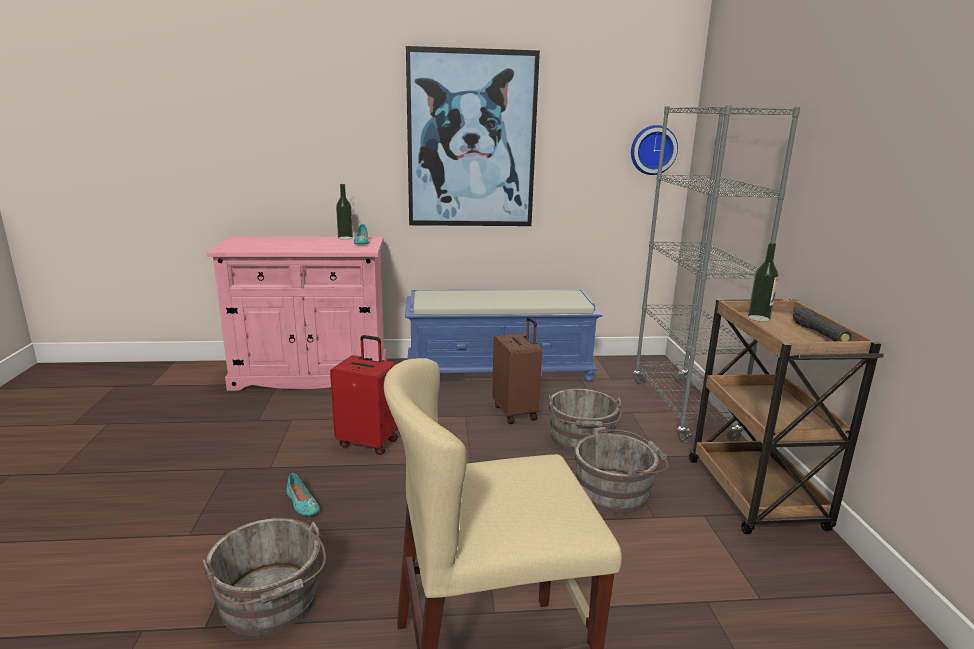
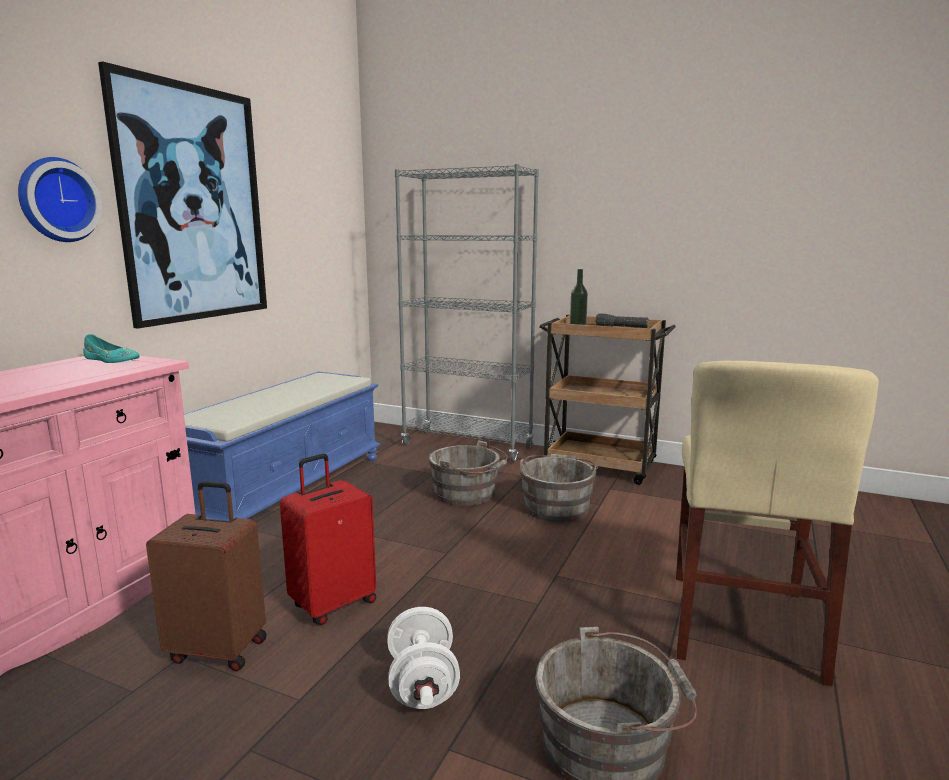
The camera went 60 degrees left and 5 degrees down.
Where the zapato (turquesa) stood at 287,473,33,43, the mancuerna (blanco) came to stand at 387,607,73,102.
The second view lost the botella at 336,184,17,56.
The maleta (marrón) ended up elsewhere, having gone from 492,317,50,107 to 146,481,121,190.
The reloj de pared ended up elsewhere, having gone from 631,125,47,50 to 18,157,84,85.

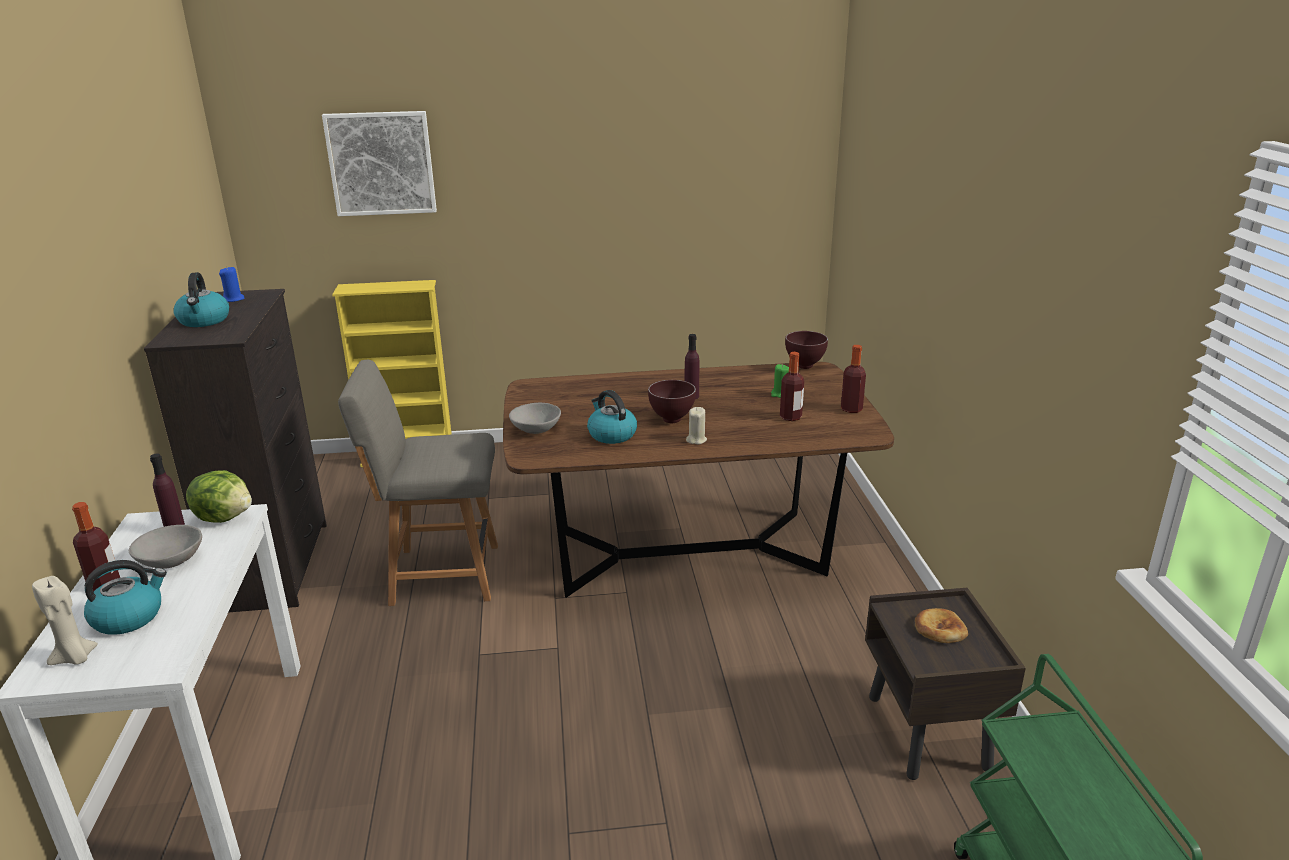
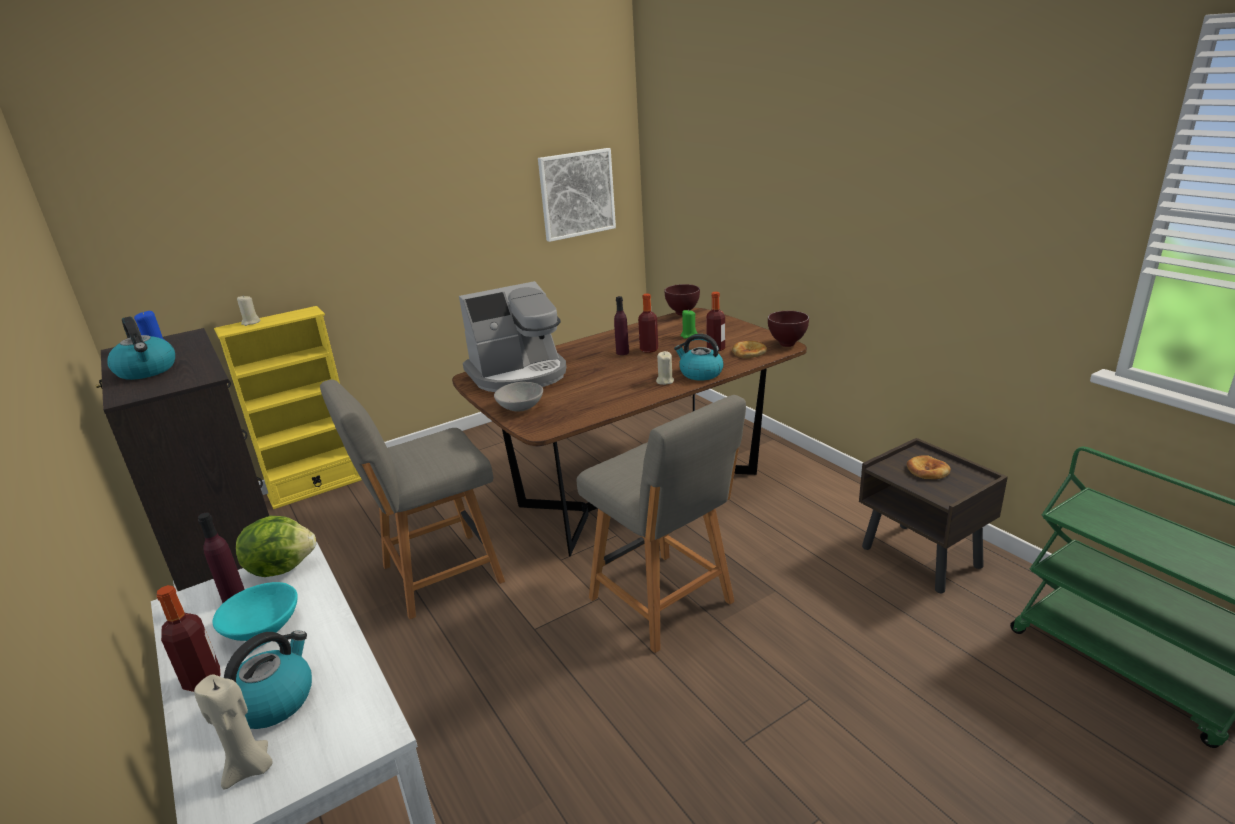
The camera went 25 degrees left and 0 degrees up.
What was the cuenco (gris) at 129,525,73,44 turned into the cuenco (turquesa) at 213,582,85,59.
The cuadro ended up elsewhere, having gone from 322,111,115,105 to 538,148,78,94.
The hervidor ended up elsewhere, having gone from 587,390,50,54 to 674,334,50,47.
The cuenco (marrón) ended up elsewhere, having gone from 648,380,48,43 to 768,311,41,36.
The botella ended up elsewhere, having gone from 841,345,25,68 to 638,293,20,60.
The second view gained the vela (beis) at 237,295,23,31.
The second view gained the cafetera at 459,281,107,111.
The second view gained the silla (gris) at 576,395,170,258.
The second view gained the pan at 732,341,35,17.

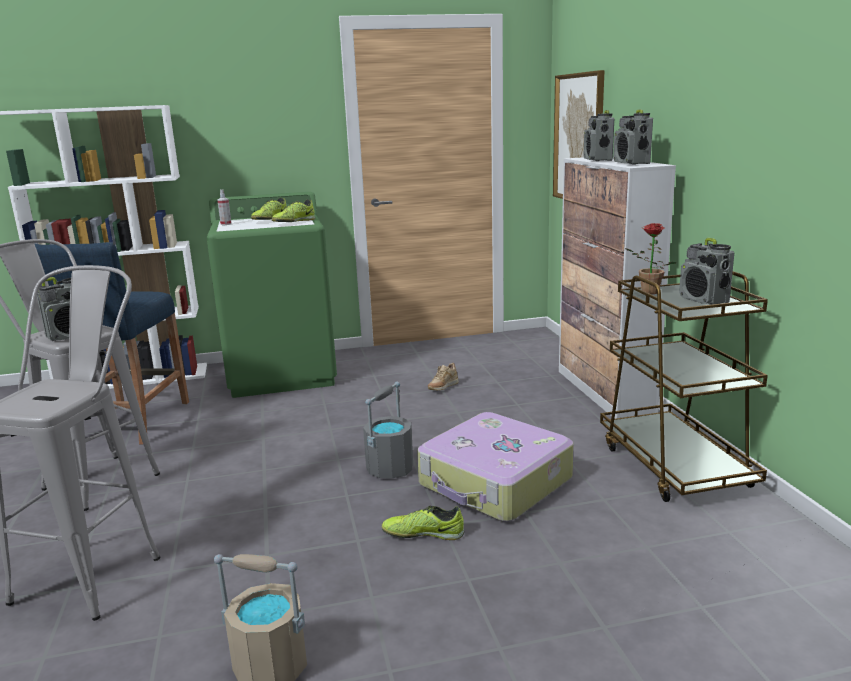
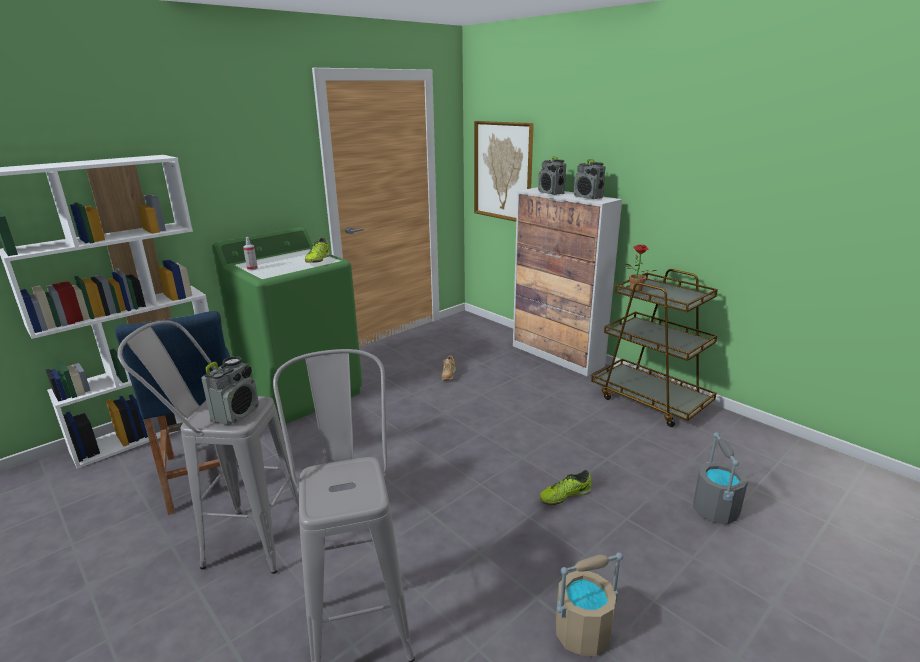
The camera went 30 degrees left and 5 degrees up.
The second view lost the zapato at 251,197,36,23.
The cubo (gris) ended up elsewhere, having gone from 363,382,50,96 to 693,432,55,93.
The second view lost the maleta at 417,412,157,110.
The second view lost the radio at 679,238,55,67.

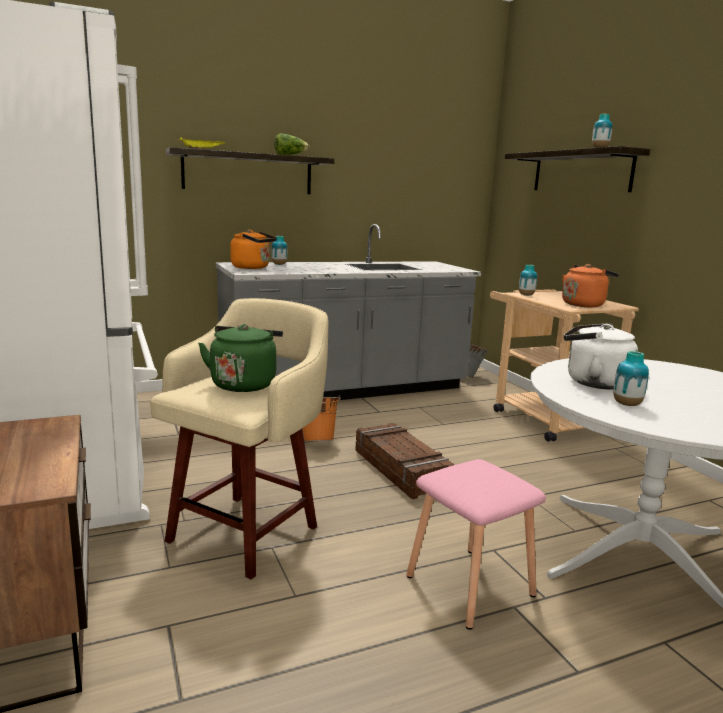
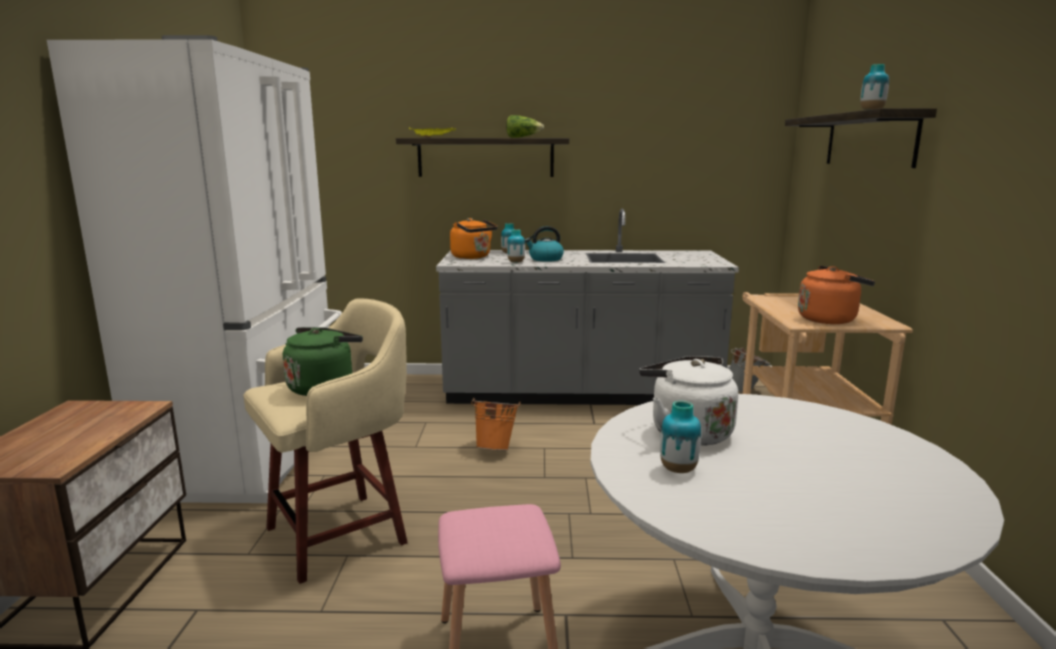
The camera went 25 degrees right and 0 degrees up.
The second view lost the caja de embalaje at 355,423,99,76.
The florero ended up elsewhere, having gone from 519,265,18,31 to 507,229,18,34.
The second view gained the hervidor at 525,226,39,36.

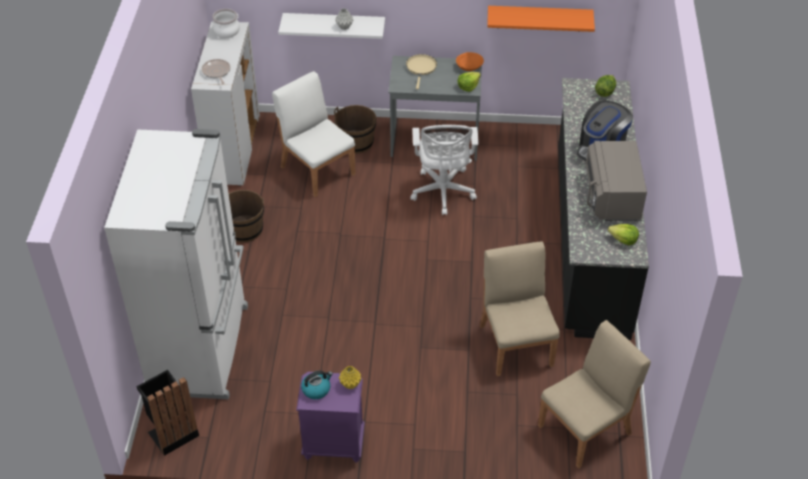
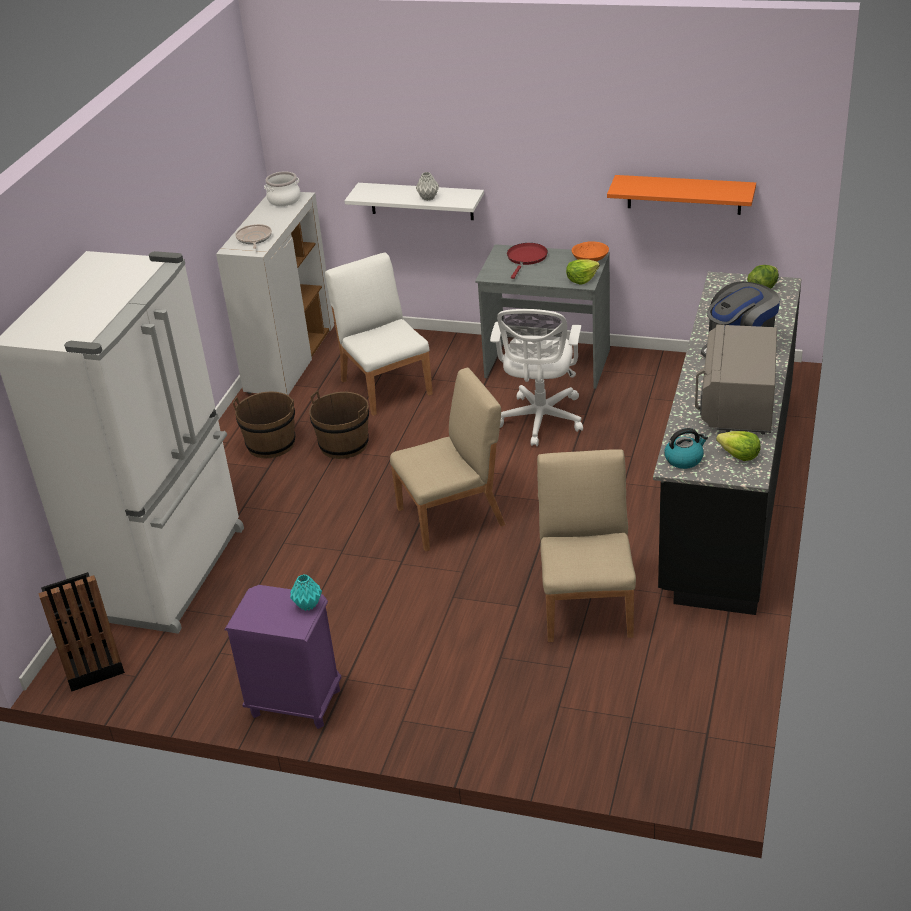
The camera went 15 degrees right and 10 degrees down.
The hervidor ended up elsewhere, having gone from 301,371,32,28 to 664,428,44,41.
The cubo (marrón) ended up elsewhere, having gone from 334,105,43,49 to 309,391,60,68.
What was the florero (amarillo) at 339,366,22,23 turned into the florero (turquesa) at 290,574,32,37.
What was the sartén (beis) at 406,54,31,35 turned into the sartén (rojo) at 507,243,41,36.
The silla (beis) ended up elsewhere, having gone from 538,320,113,149 to 390,368,115,183.

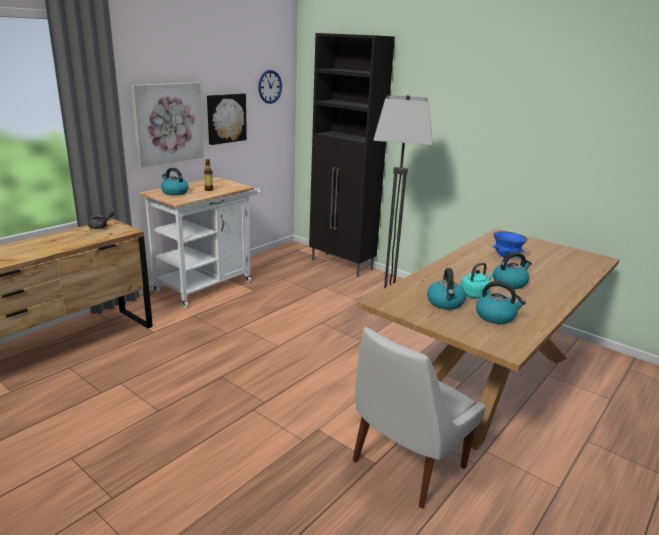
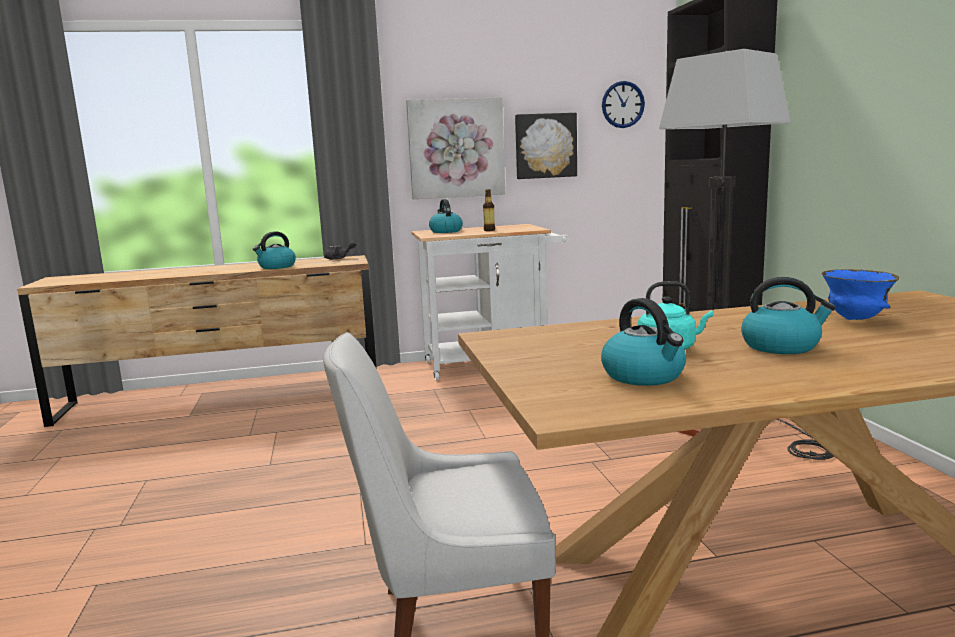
The camera went 40 degrees right and 10 degrees down.
The hervidor ended up elsewhere, having gone from 427,268,39,42 to 253,231,43,38.

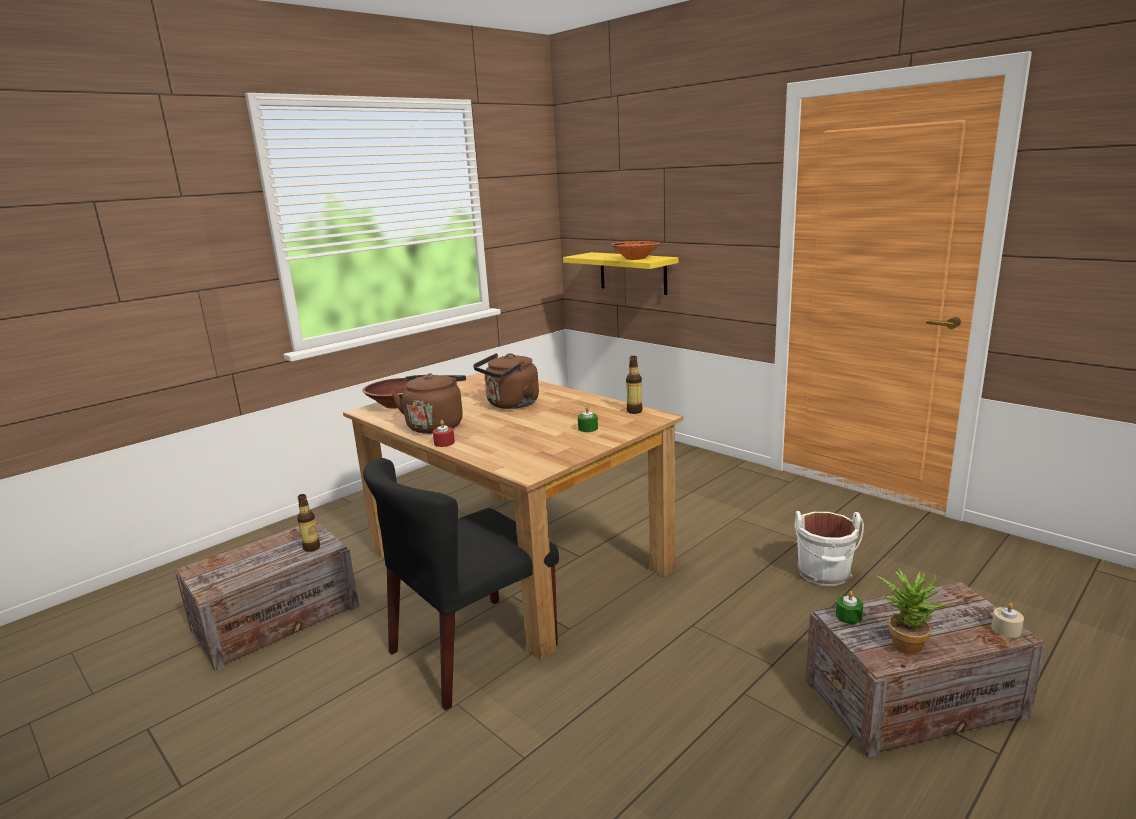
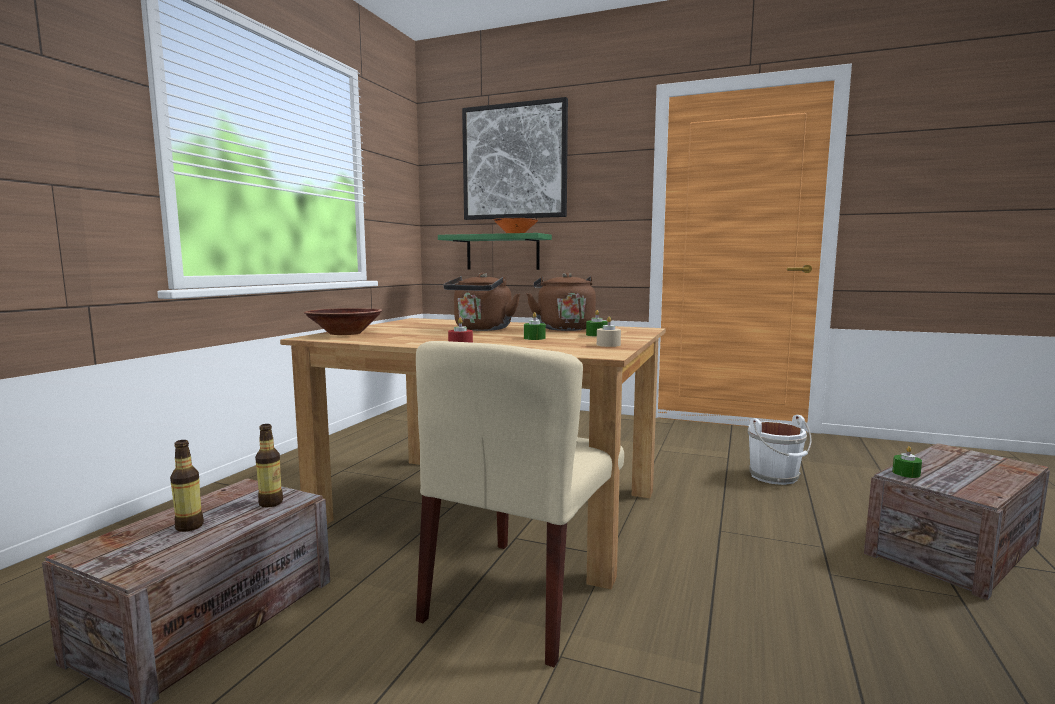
The camera went 25 degrees left and 10 degrees down.
What was the silla (negro) at 363,458,196,253 turned into the silla (beis) at 416,341,208,326.
The hervidor (marrón) ended up elsewhere, having gone from 392,373,74,61 to 527,273,69,58.
What was the estante (amarillo) at 563,252,116,43 turned into the estante (verde) at 438,233,114,37.
The botella ended up elsewhere, having gone from 626,356,17,58 to 170,440,34,92.
The second view lost the planta en maceta at 877,568,69,87.
The vela (beis) ended up elsewhere, having gone from 991,603,33,34 to 597,316,24,31.
The second view gained the cuadro at 462,97,106,123.
The second view gained the vela (verde) at 524,312,22,28.

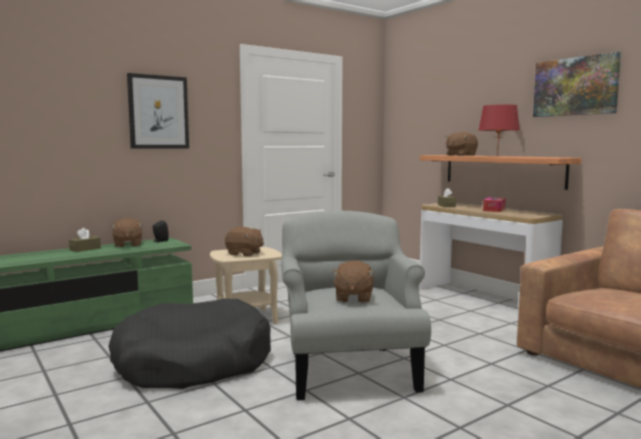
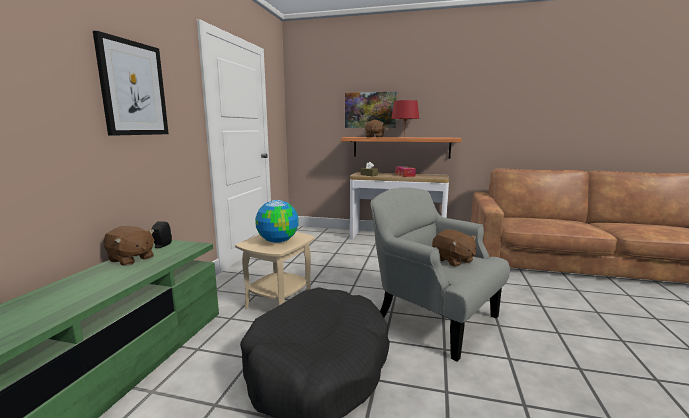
The camera went 40 degrees left and 5 degrees up.
The second view lost the caja de pañuelos (marrón) at 69,228,32,24.
Where the peluche (marrón) stood at 225,227,39,30, the globo terráqueo came to stand at 255,200,44,43.
The cuadro ended up elsewhere, having gone from 533,52,88,65 to 345,92,52,36.

